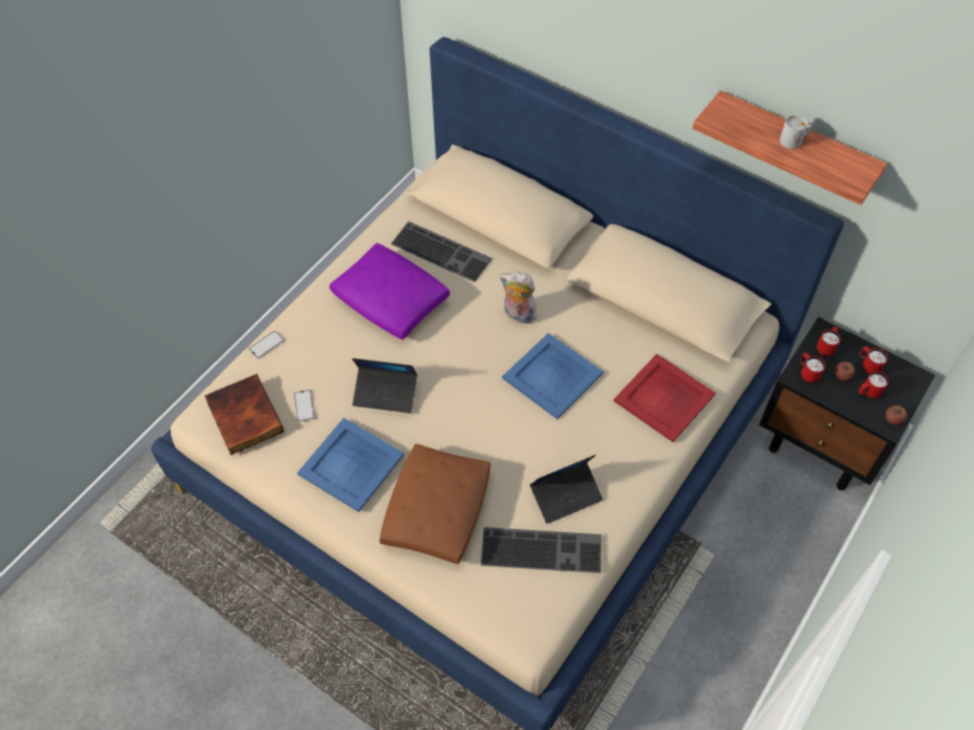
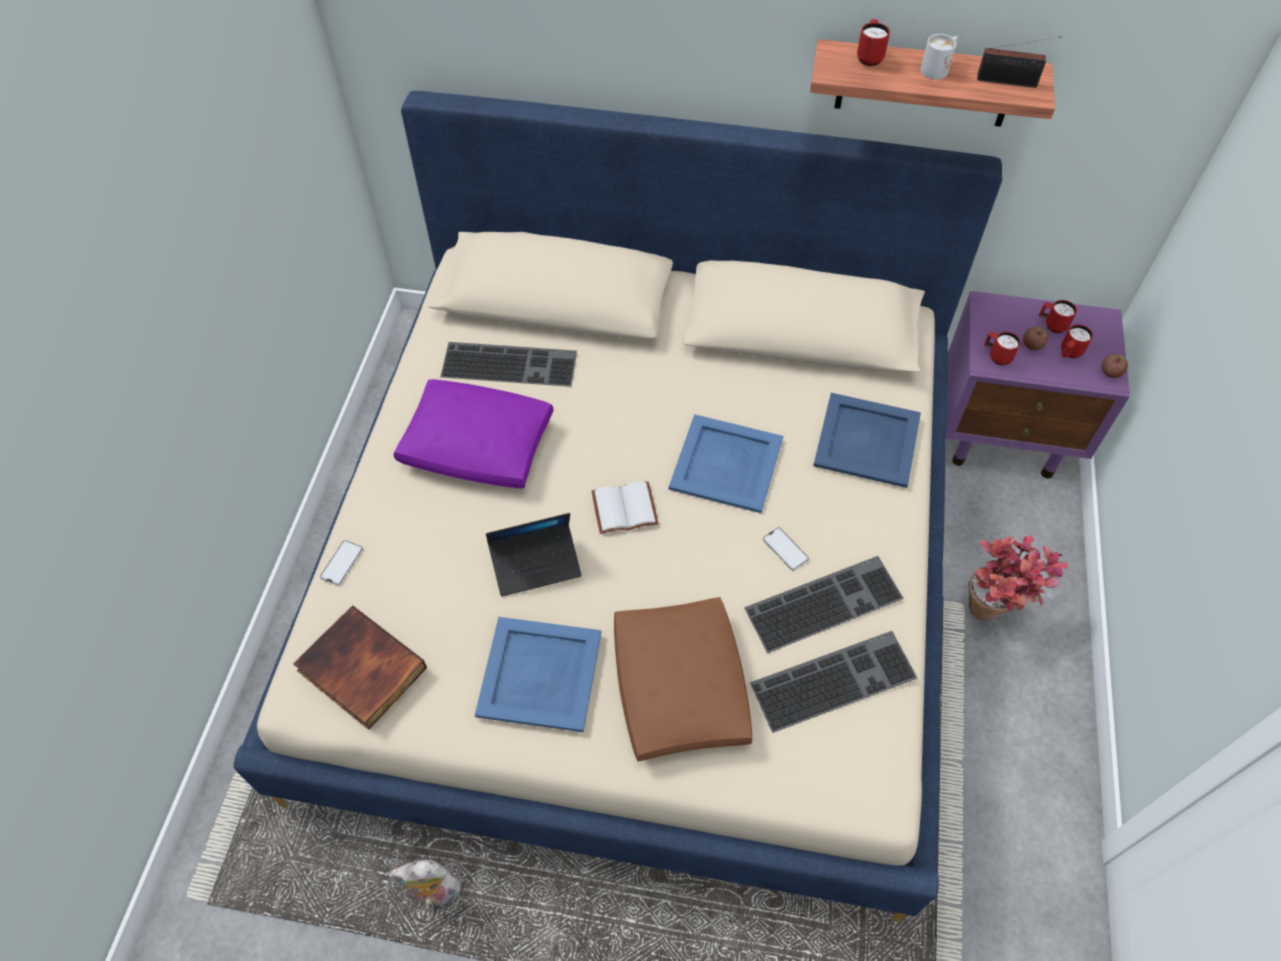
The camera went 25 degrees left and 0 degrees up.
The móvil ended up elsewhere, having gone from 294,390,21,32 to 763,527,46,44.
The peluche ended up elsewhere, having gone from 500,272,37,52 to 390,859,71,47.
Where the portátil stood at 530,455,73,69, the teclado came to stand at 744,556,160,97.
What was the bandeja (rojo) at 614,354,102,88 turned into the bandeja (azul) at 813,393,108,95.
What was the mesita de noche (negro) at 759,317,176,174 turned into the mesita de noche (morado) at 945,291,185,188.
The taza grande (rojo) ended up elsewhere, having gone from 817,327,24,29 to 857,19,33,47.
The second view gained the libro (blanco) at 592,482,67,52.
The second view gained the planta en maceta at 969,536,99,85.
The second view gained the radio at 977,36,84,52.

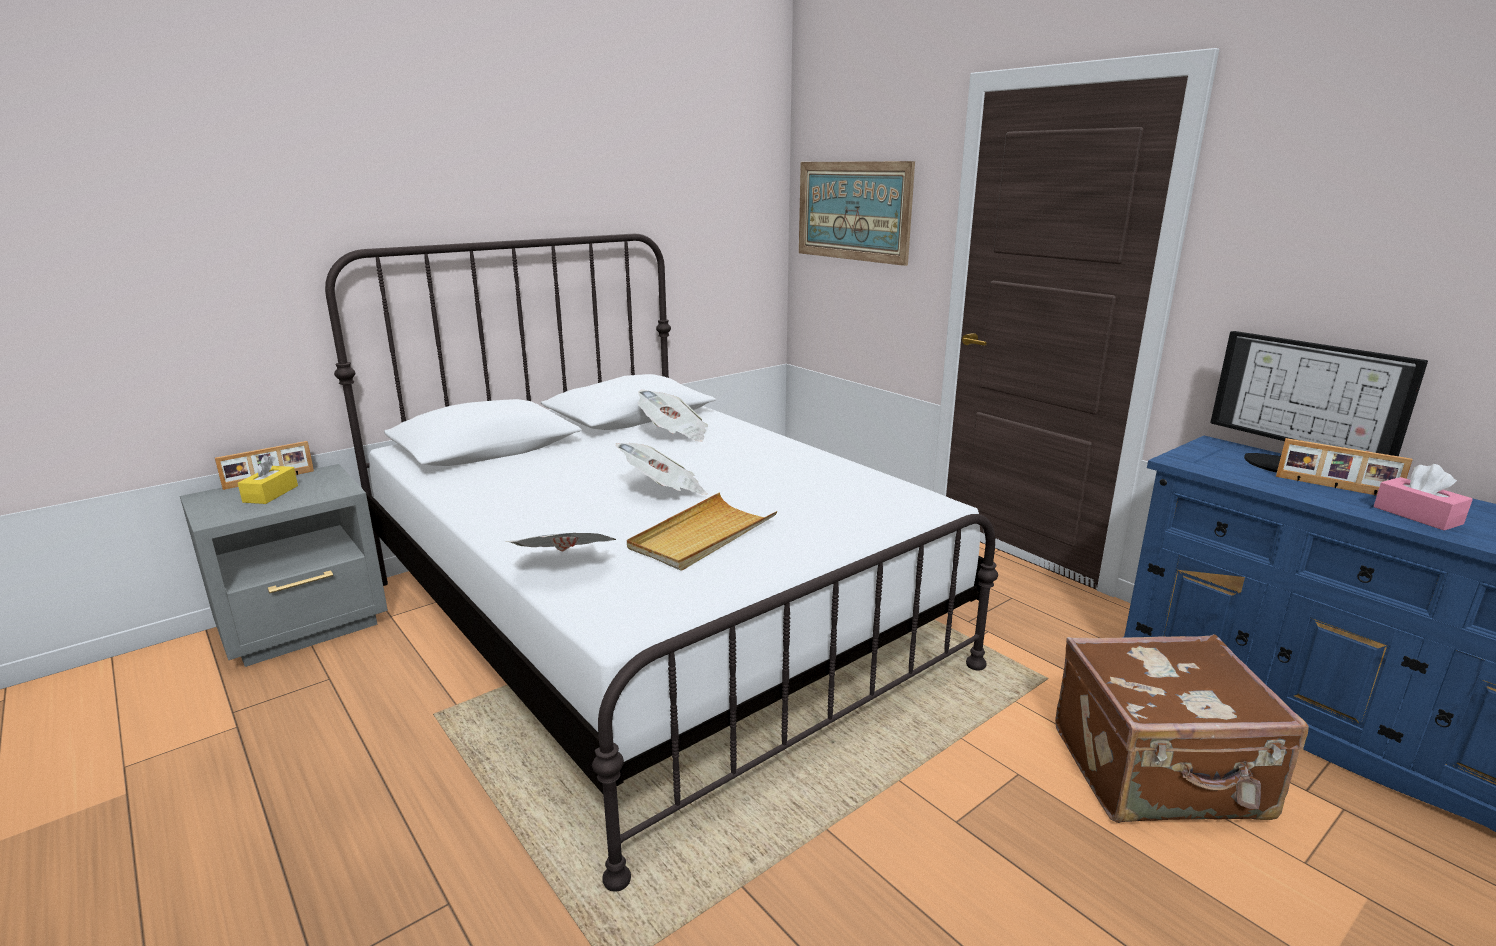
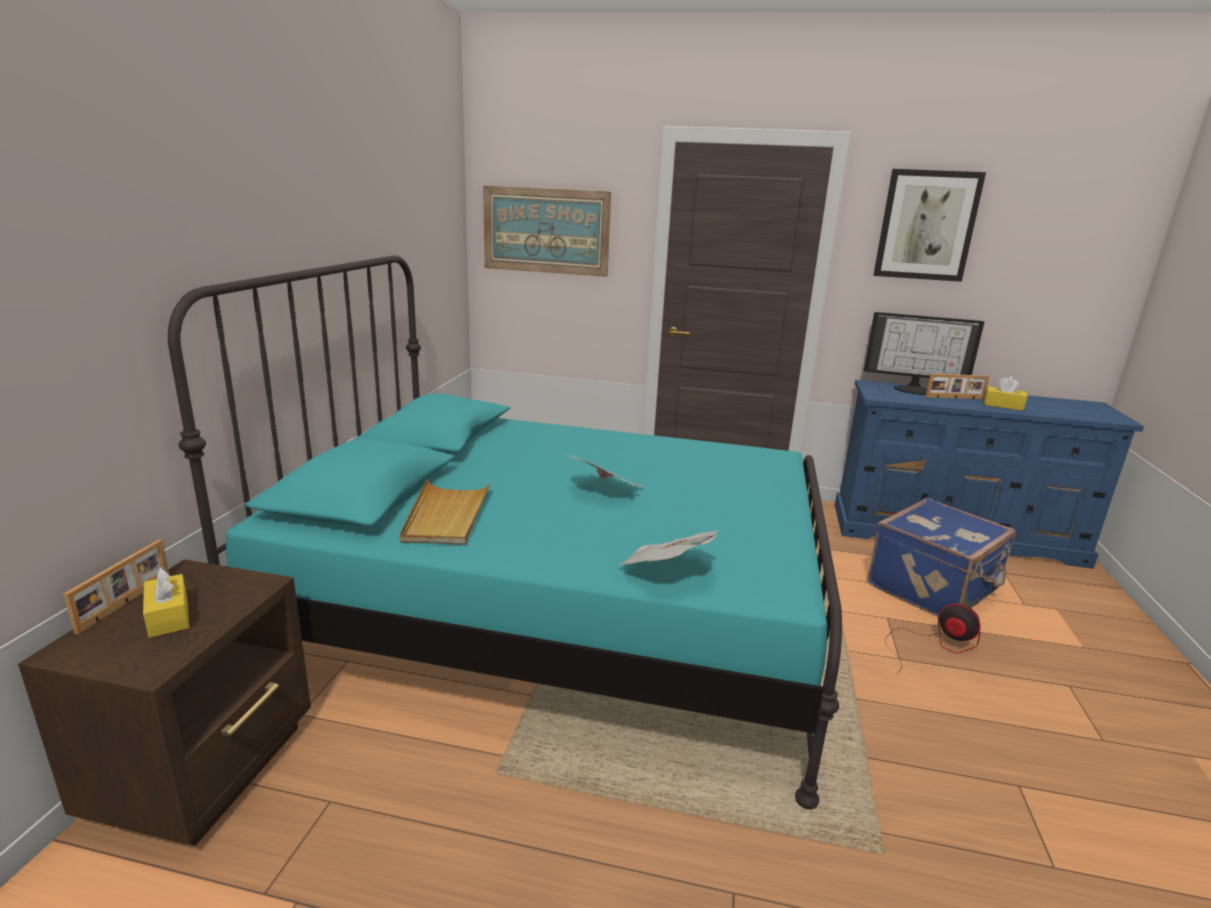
The camera went 40 degrees left and 0 degrees up.
What was the mesita de noche (gris) at 180,464,208,203 turned into the mesita de noche (marrón) at 18,559,293,286.
What was the cama (blanco) at 325,234,673,658 turned into the cama (turquesa) at 168,255,674,554.
The bandeja (beis) ended up elsewhere, having gone from 627,493,151,78 to 400,479,91,66.
The second view lost the periódico at 637,390,71,51.
What was the maleta (marrón) at 1055,634,254,189 turned into the maleta (azul) at 868,498,148,119.
What was the caja de pañuelos (rosa) at 1374,464,99,66 turned into the caja de pañuelos (amarillo) at 984,376,44,35.
The second view gained the cuadro at 874,169,112,113.
The second view gained the ventilador at 885,604,96,70.

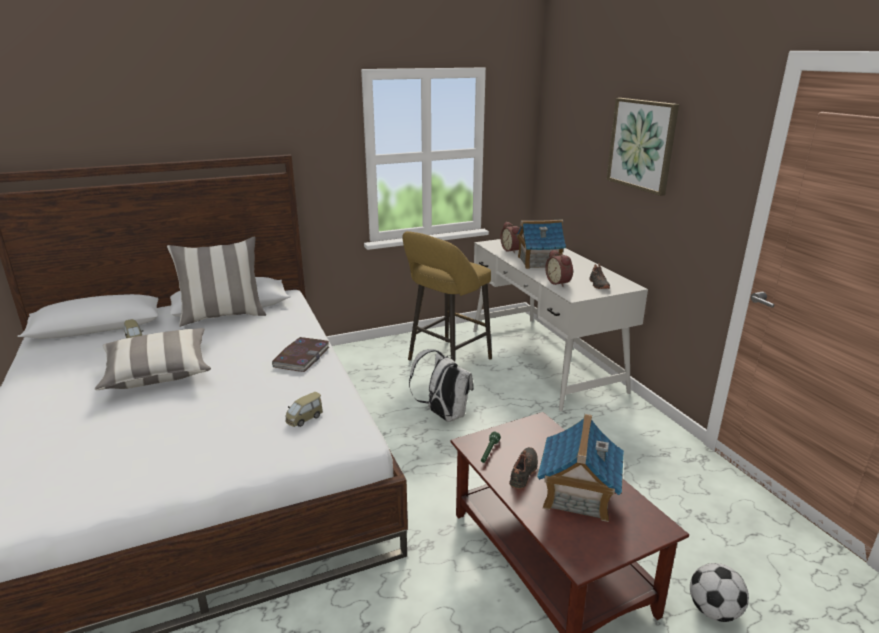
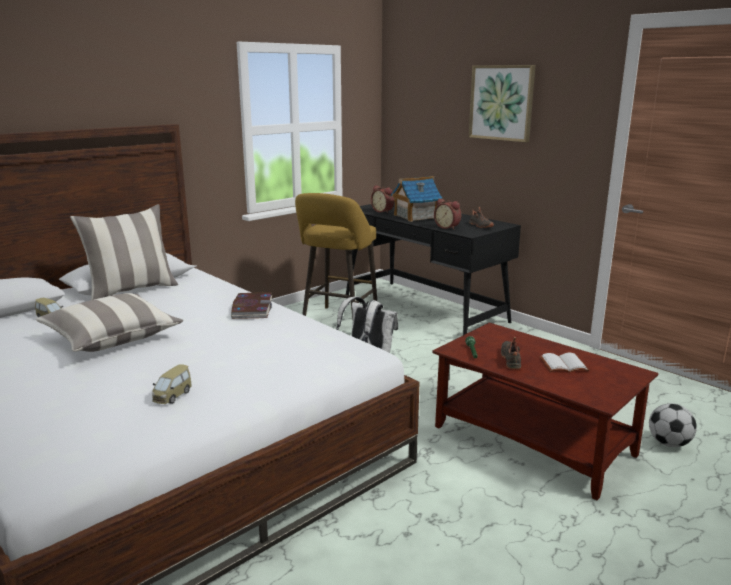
The camera went 20 degrees left and 5 degrees down.
The coche de juguete ended up elsewhere, having gone from 285,392,38,35 to 152,364,40,40.
What was the escritorio (blanco) at 473,239,175,172 turned into the escritorio (negro) at 346,201,175,134.
Where the casita stood at 537,414,87,108, the libro (blanco) came to stand at 539,353,51,20.

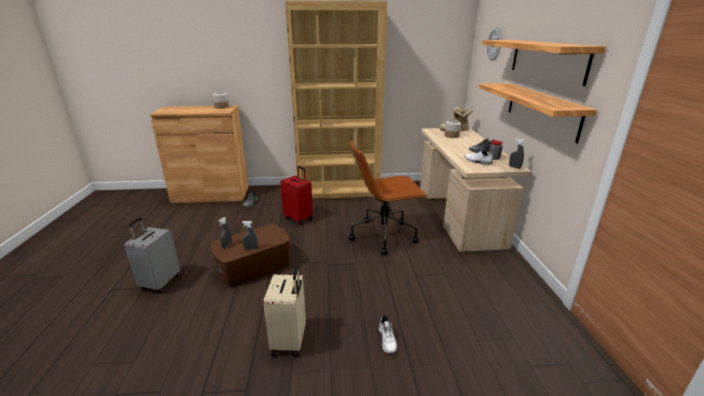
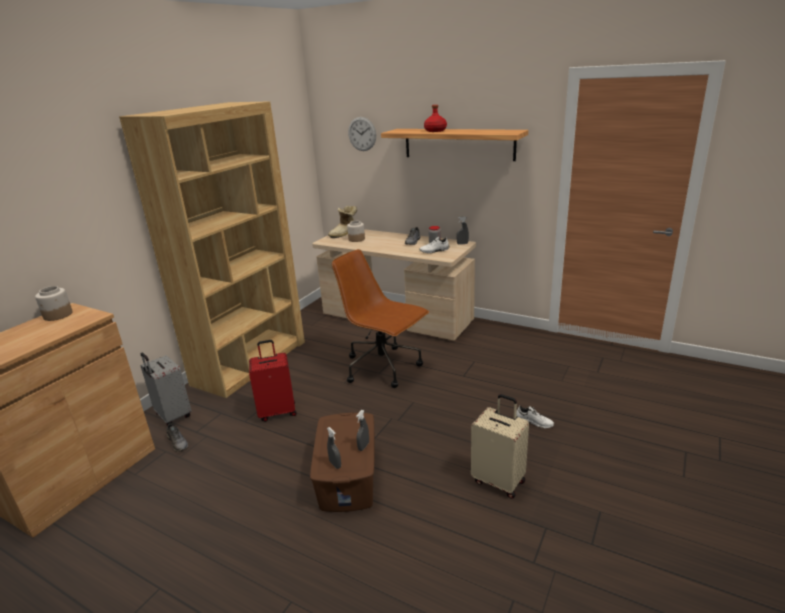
The camera went 55 degrees left and 0 degrees up.
The maleta (gris) ended up elsewhere, having gone from 125,217,56,76 to 140,353,52,73.
The silla de oficina (marrón) at 349,140,79,115 ended up facing another way, 105 degrees clockwise from before.
The second view lost the estante at 479,83,118,60.
The second view gained the botella (rojo) at 424,105,23,27.

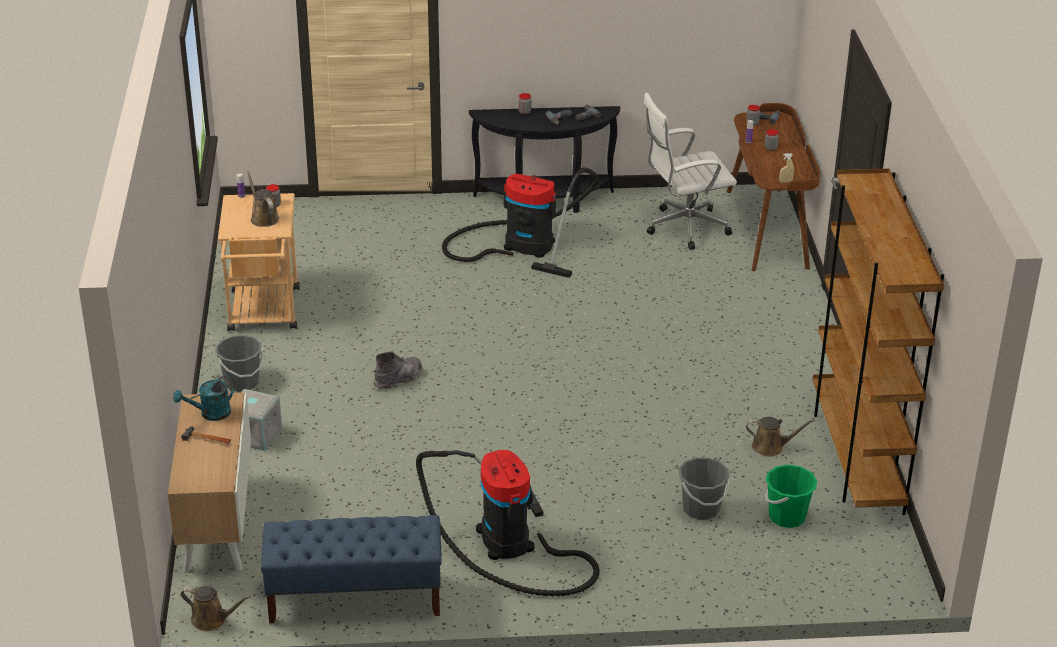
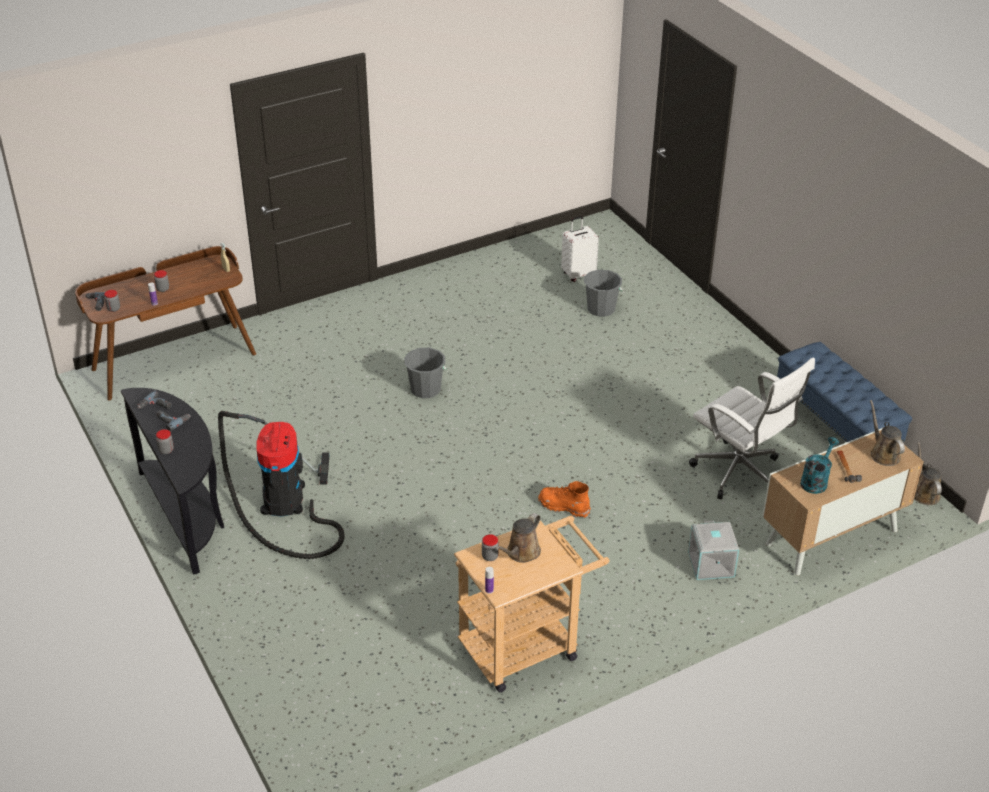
The camera went 115 degrees left and 5 degrees up.
The regadera (turquesa) at 173,375,62,46 ended up facing another way, 90 degrees counterclockwise from before.
The cubo (gris) ended up elsewhere, having gone from 215,335,49,57 to 404,348,43,50.
What was the bota (gris) at 374,352,49,38 turned into the bota (naranja) at 538,481,52,37.
The second view lost the aspiradora at 416,450,184,146.
The silla de oficina (blanco) ended up elsewhere, having gone from 644,93,93,157 to 689,357,126,142.
The regadera (marrón) ended up elsewhere, having gone from 746,417,69,40 to 870,400,35,66.
Where the cubo (verde) stood at 765,464,52,64, the maleta (blanco) came to stand at 561,216,38,66.
The second view lost the estantería (marrón) at 813,168,131,347.

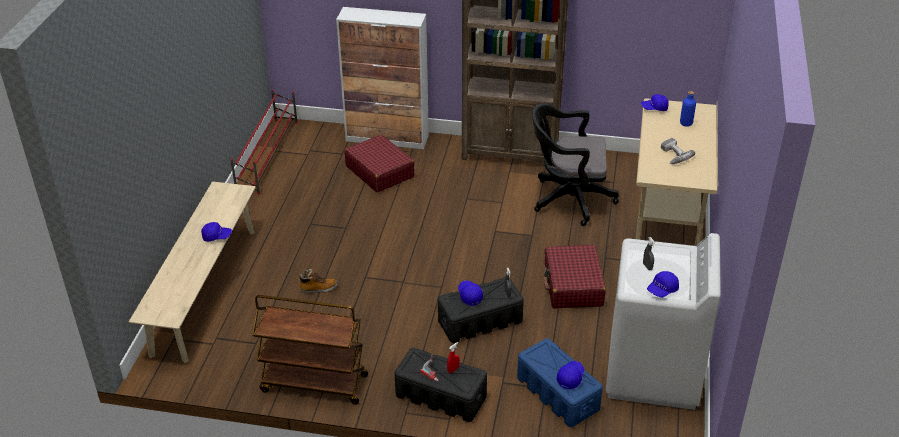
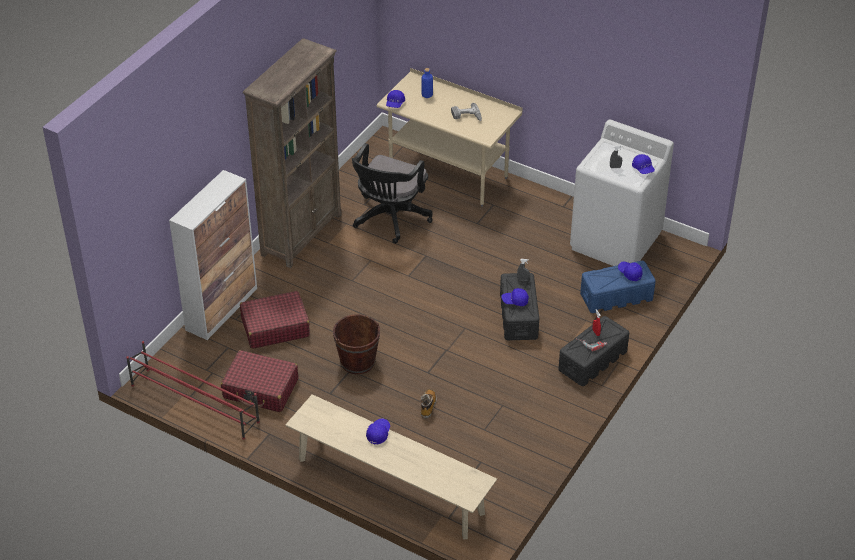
The camera went 70 degrees left and 5 degrees up.
The second view lost the carrito (marrón) at 252,295,116,110.
The maleta (rojo) ended up elsewhere, having gone from 544,245,62,63 to 221,350,77,62.
The second view gained the cubo (marrón) at 333,314,47,61.

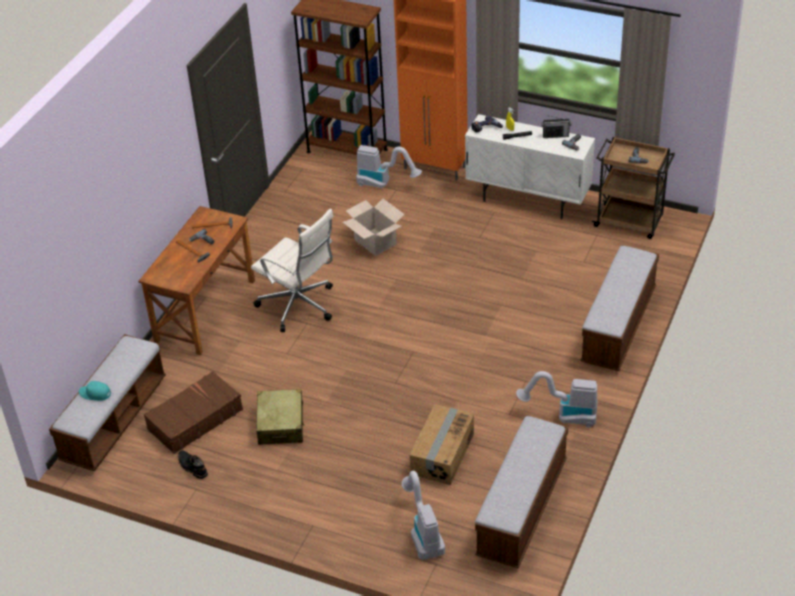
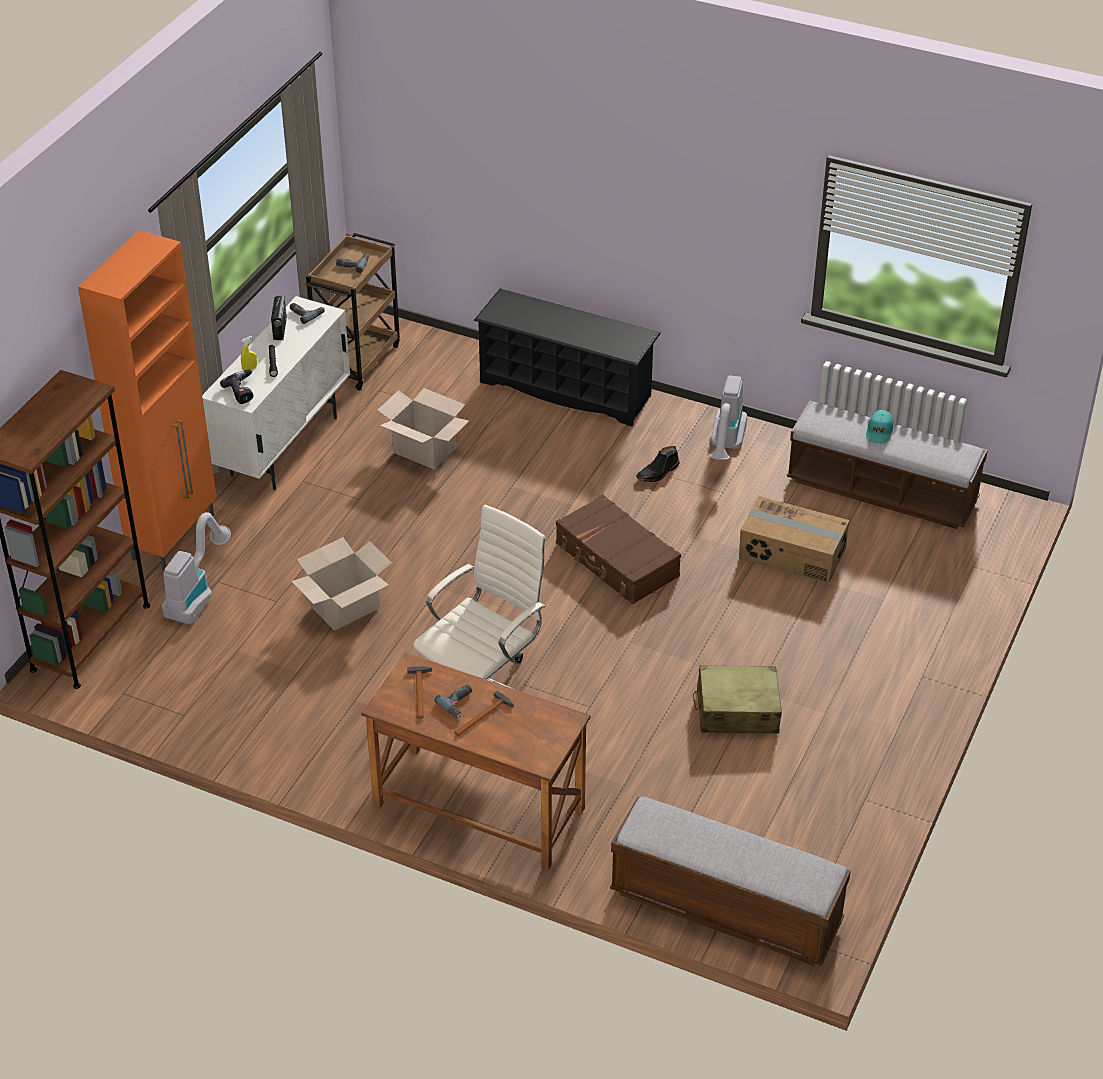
The camera went 90 degrees left and 0 degrees up.
The gorra (turquesa) ended up elsewhere, having gone from 79,381,32,20 to 866,410,27,34.
The maleta (marrón) ended up elsewhere, having gone from 144,371,99,83 to 556,495,125,109.
The bota (negro) ended up elsewhere, having gone from 178,450,30,29 to 636,446,44,36.
The second view lost the aspiradora at 402,471,43,89.
Where the banco stood at 581,245,78,126, the zapatero (negro) came to stand at 474,289,187,138.
The second view gained the caja de cartón at 378,388,91,81.

